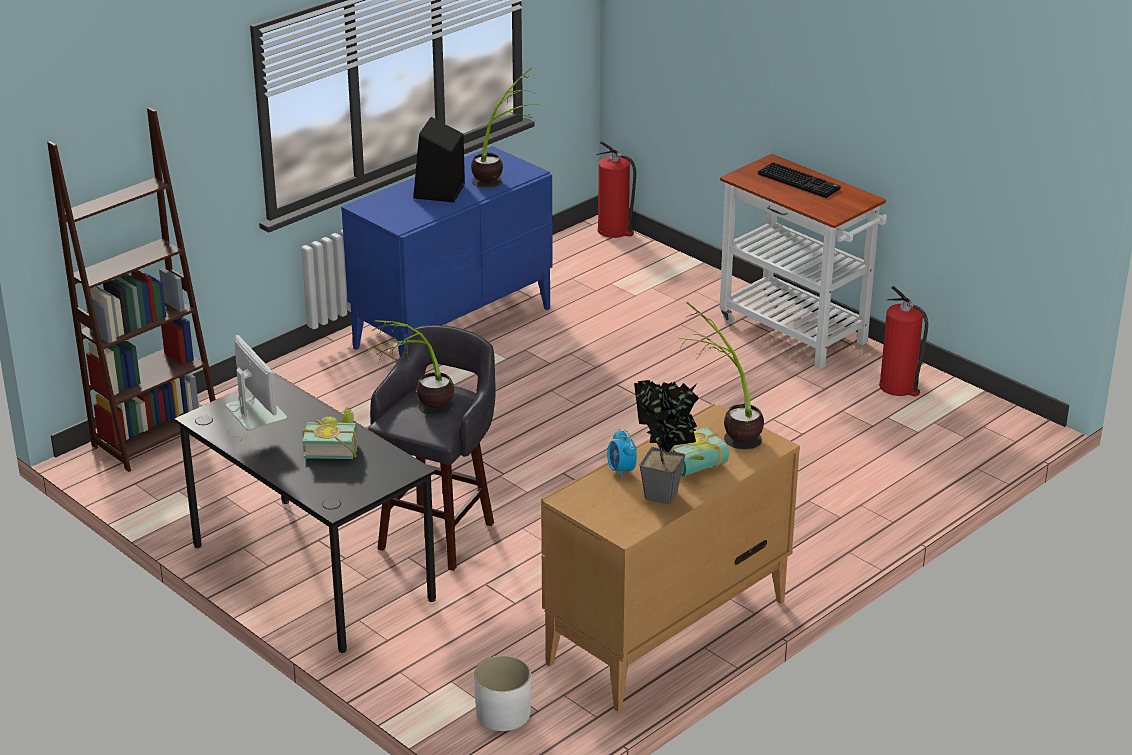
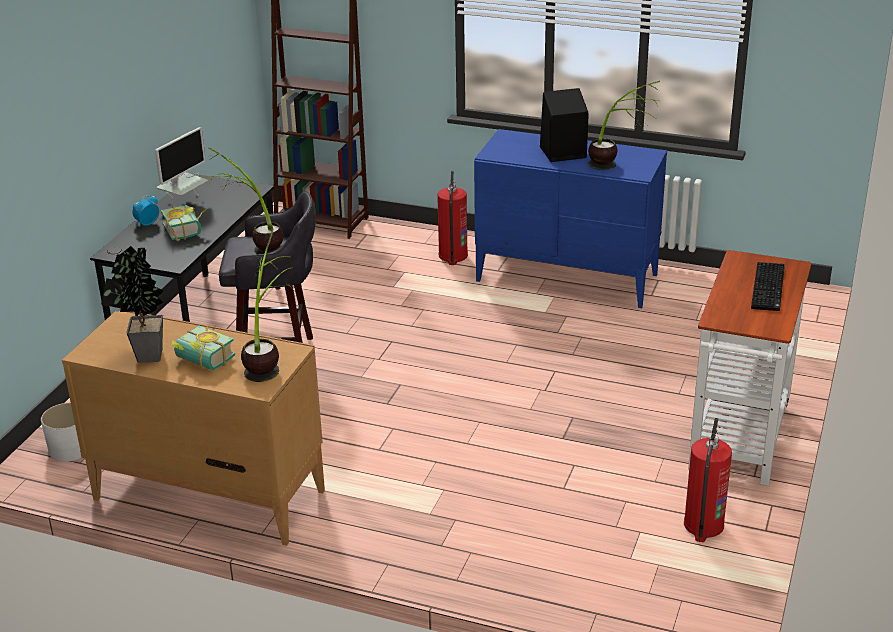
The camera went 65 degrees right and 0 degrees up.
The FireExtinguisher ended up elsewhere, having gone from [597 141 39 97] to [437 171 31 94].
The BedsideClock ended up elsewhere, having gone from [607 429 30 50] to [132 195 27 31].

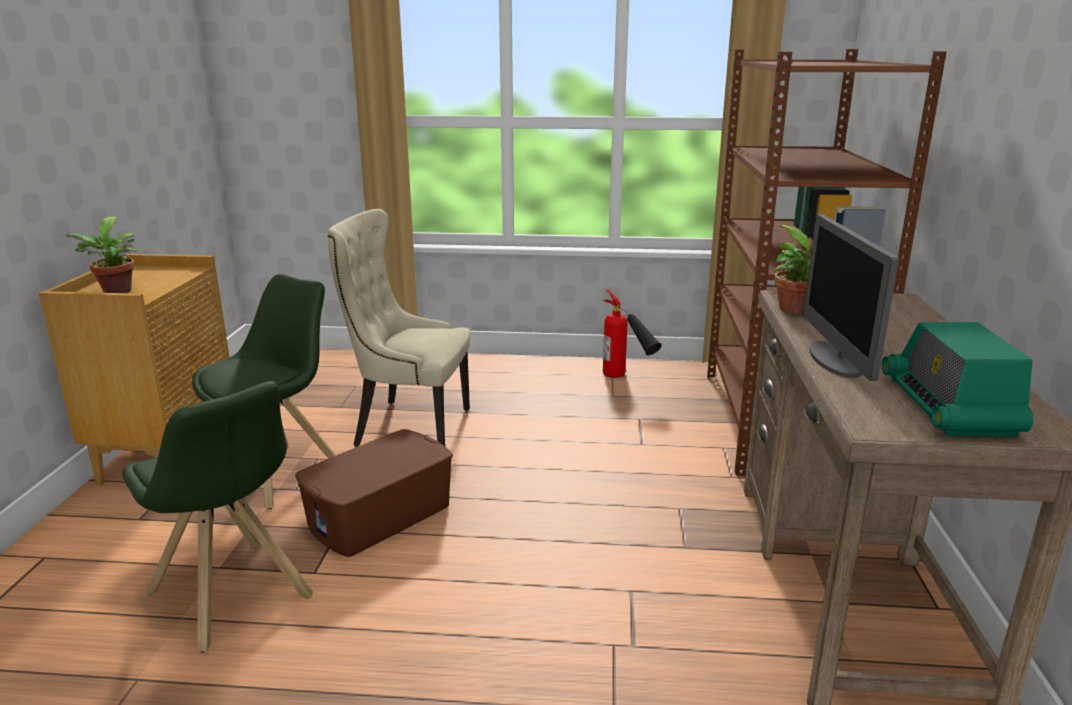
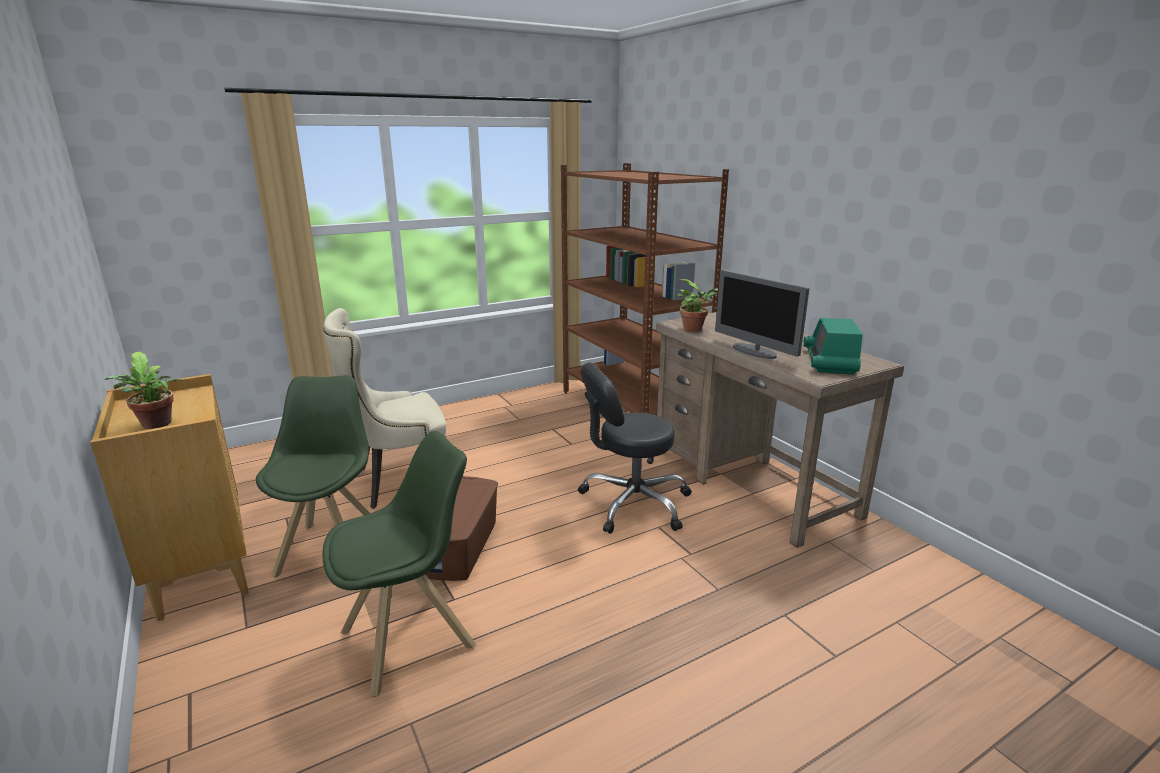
The camera went 35 degrees left and 0 degrees up.
The second view lost the FireExtinguisher at [603 289 59 89].
The second view gained the BlackishOfficeChair at [578 362 114 172].
The GreenishPlainChair at [122 381 191 271] ended up facing another way, 45 degrees counterclockwise from before.
The RadioReceiver at [882 322 151 115] ended up facing another way, 45 degrees clockwise from before.

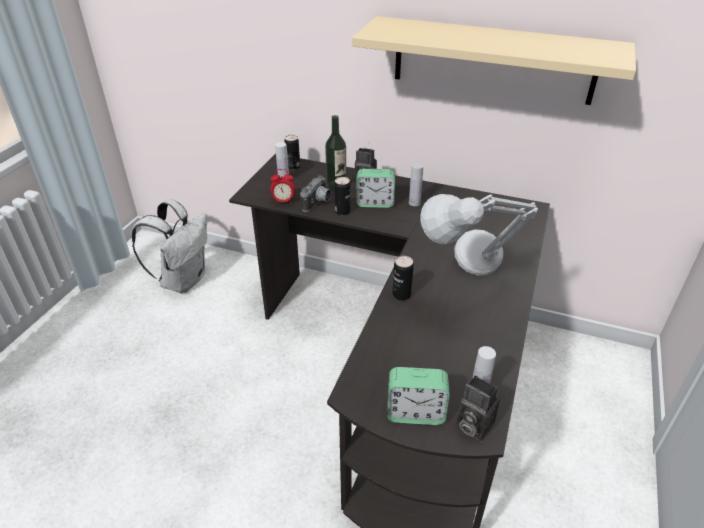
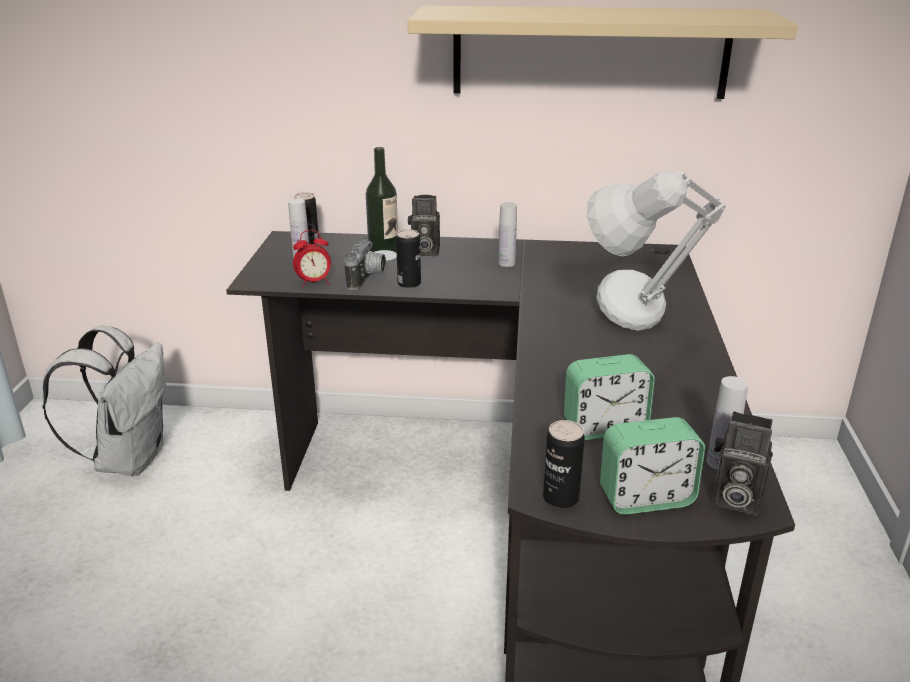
The camera went 15 degrees left and 10 degrees down.
The BedsideClock ended up elsewhere, having gone from [356 169 39 39] to [564 354 91 86].
The SealedCan ended up elsewhere, having gone from [392 256 22 45] to [543 420 42 88].

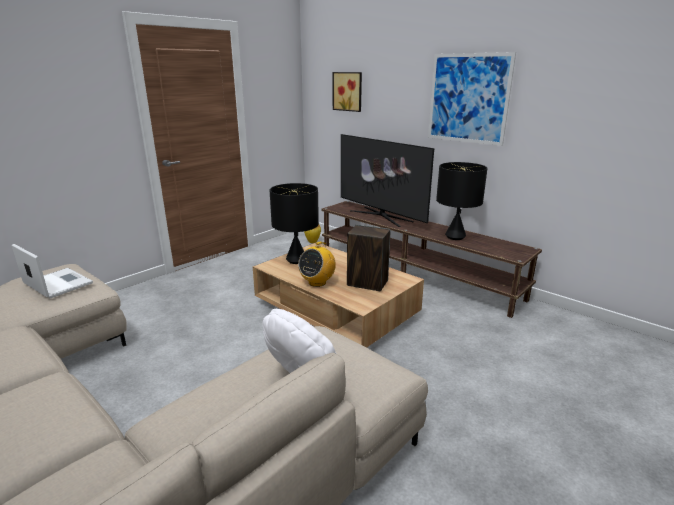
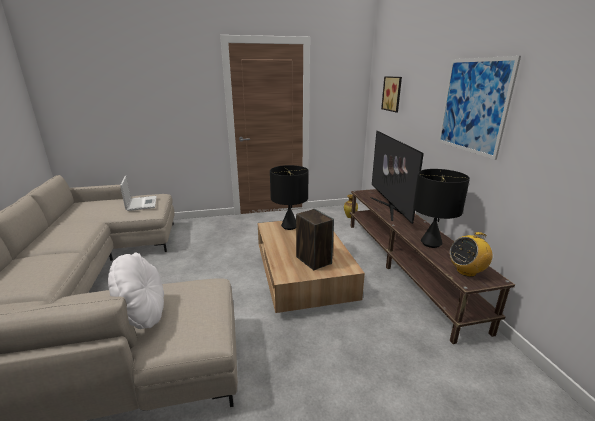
The camera went 35 degrees right and 0 degrees up.
The RadioReceiver ended up elsewhere, having gone from [298 242 38 45] to [450 232 42 45].

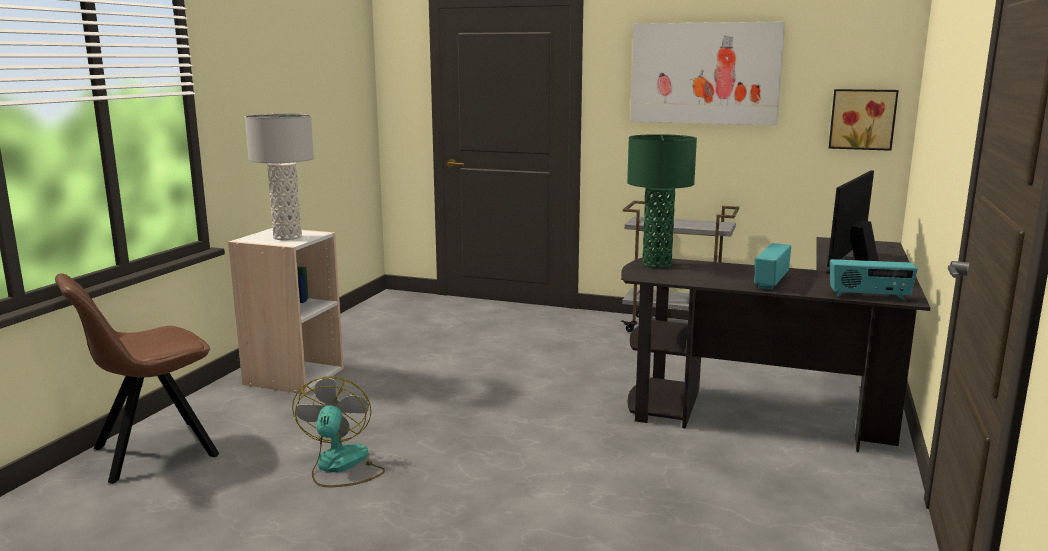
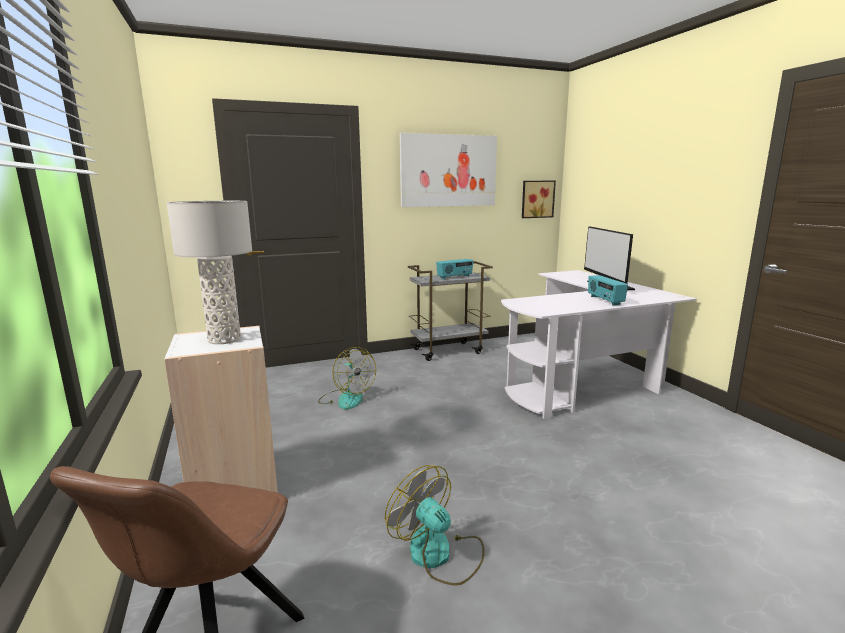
The camera went 40 degrees left and 0 degrees up.
The second view lost the GreenishLampForATable at [627 134 70 134].
The second view gained the Fan at [318 347 58 63].
The RadioReceiver ended up elsewhere, having gone from [830 259 88 41] to [436 259 37 20].
What was the BlackishDeskUnit at [621 237 309 215] turned into the WhitishDeskUnit at [501 270 196 149].

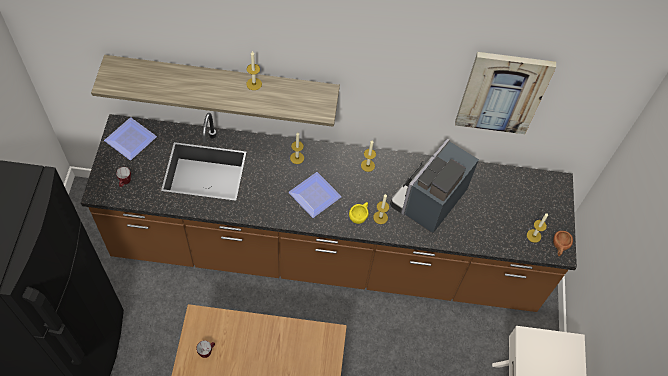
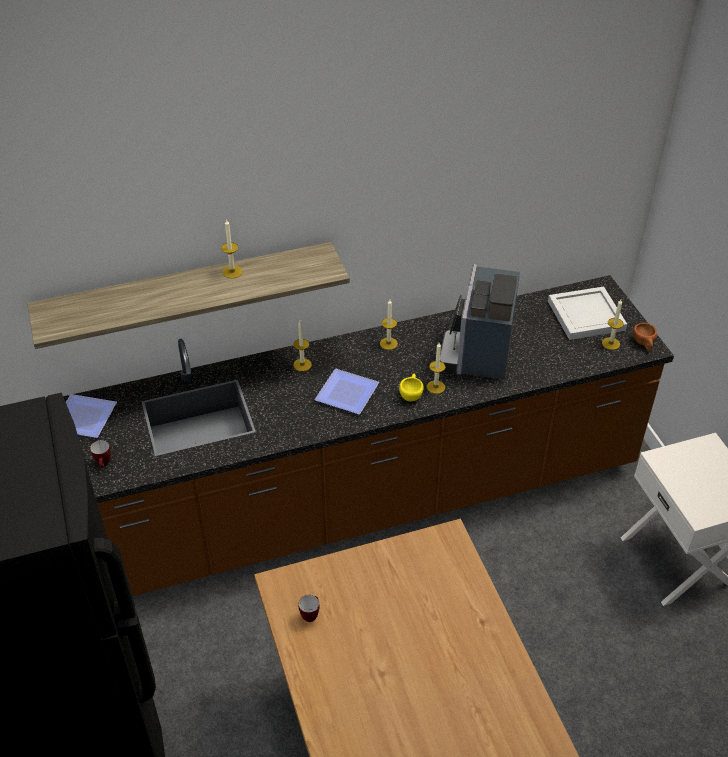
The camera went 20 degrees left and 15 degrees down.
The second view lost the Picture at [455 52 101 82].
The second view gained the WhitishTray at [548 286 79 54].

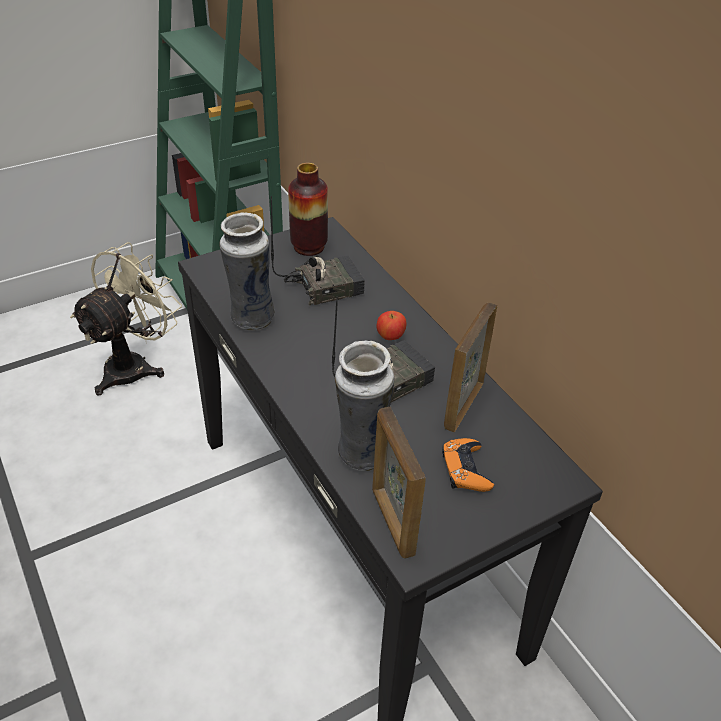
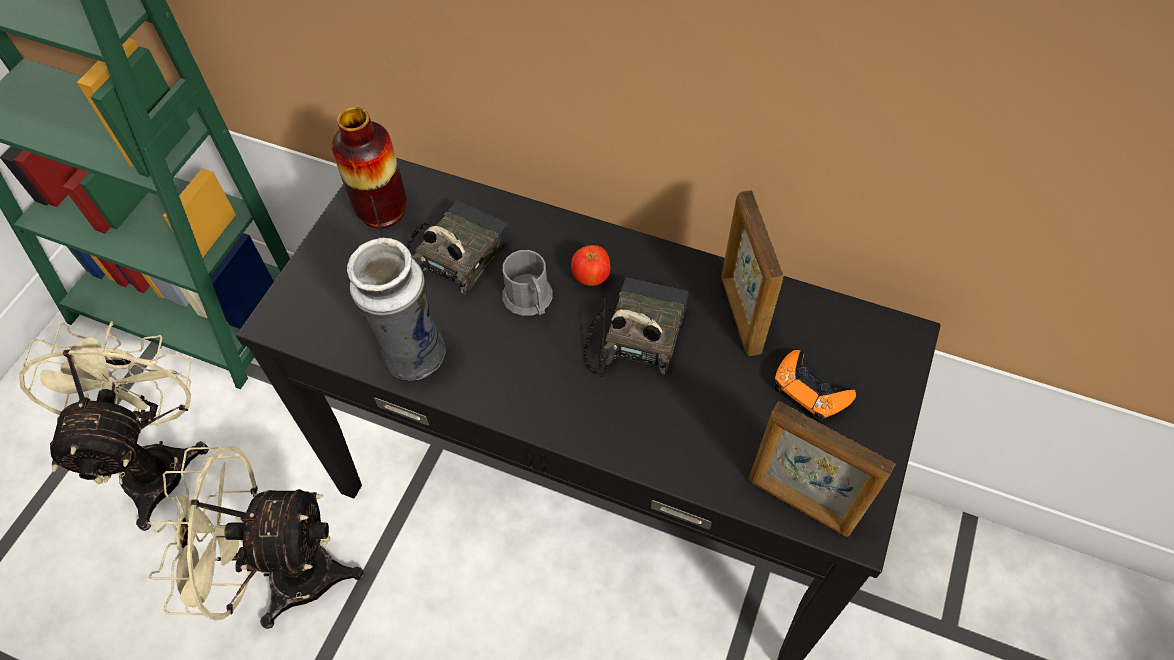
The camera went 35 degrees left and 15 degrees up.
The second view lost the Vase at [335 341 59 130].
The second view gained the BeigeColouredFan at [148 446 216 183].
The second view gained the GreyishTeaMug at [502 250 51 66].

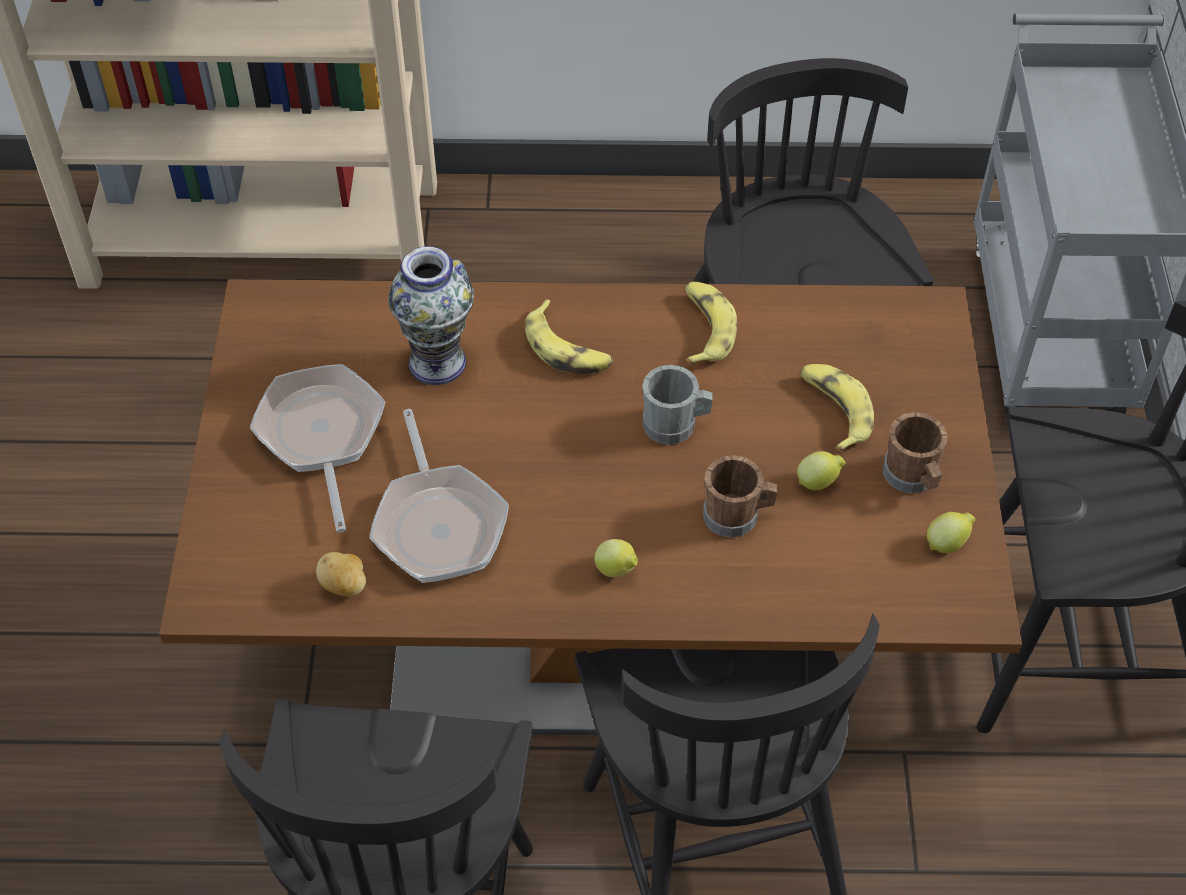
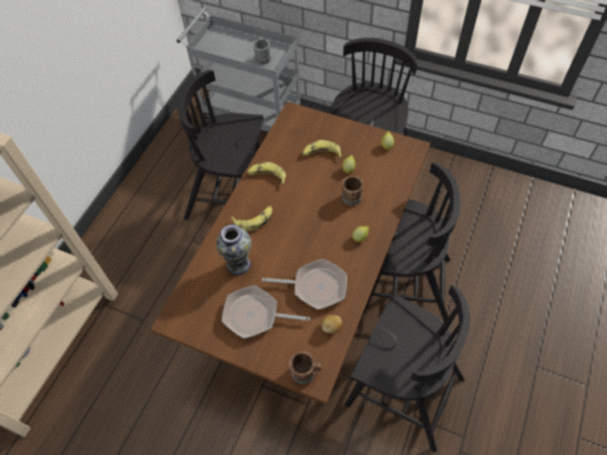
The camera went 65 degrees left and 5 degrees up.
The GreyishTeaMug ended up elsewhere, having gone from [642 365 71 80] to [253 39 18 25].
The BrownTeaMug ended up elsewhere, having gone from [883 412 65 81] to [289 351 33 33].

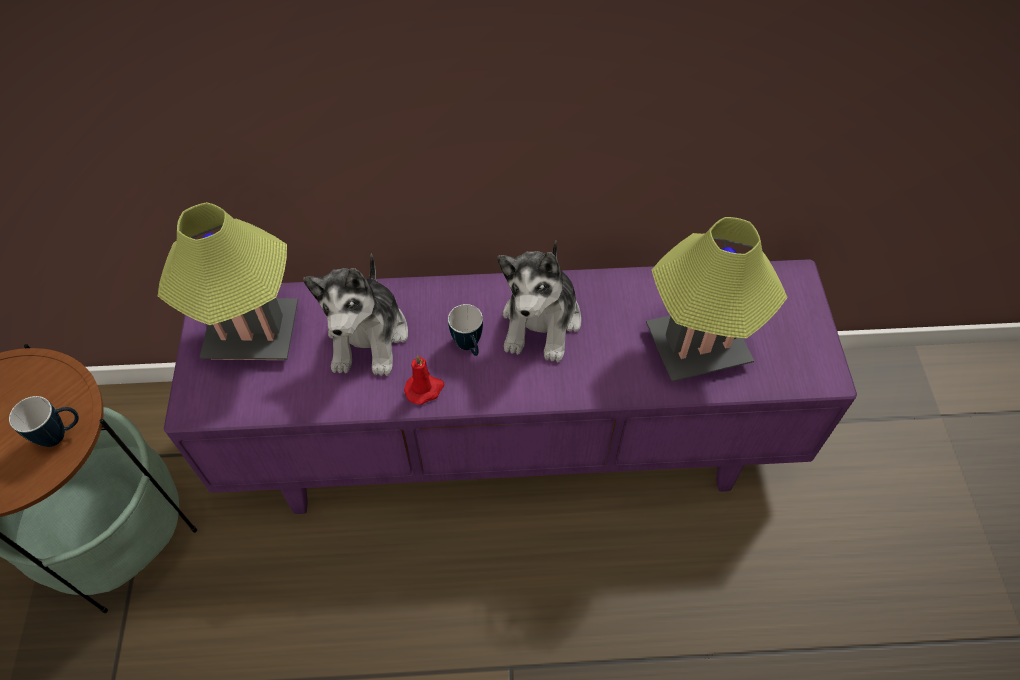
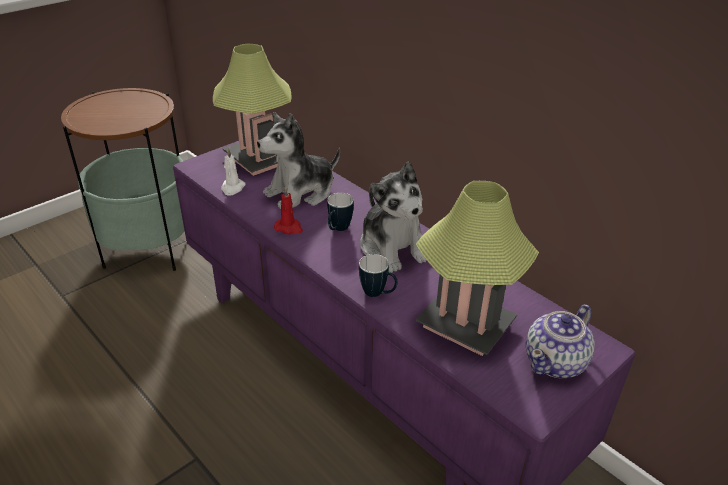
The camera went 50 degrees right and 20 degrees down.
The second view gained the WhitishCandle at [221 148 25 48].
The second view gained the Teapot at [526 305 69 73].
The TeaMug ended up elsewhere, having gone from [9 396 70 51] to [359 254 39 43].
The SoftToy at [497 240 84 123] ended up facing another way, 90 degrees counterclockwise from before.

